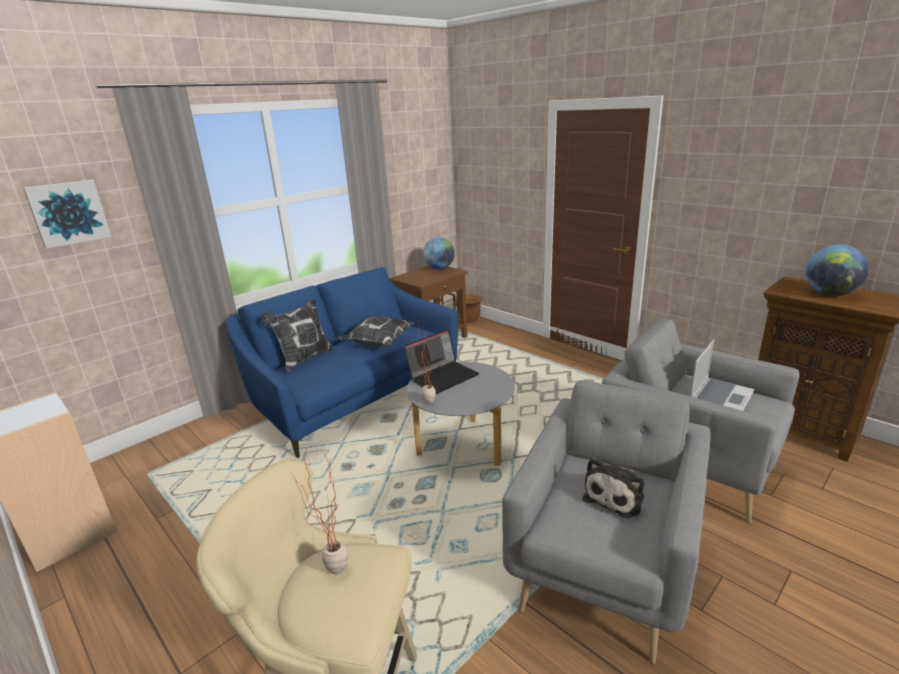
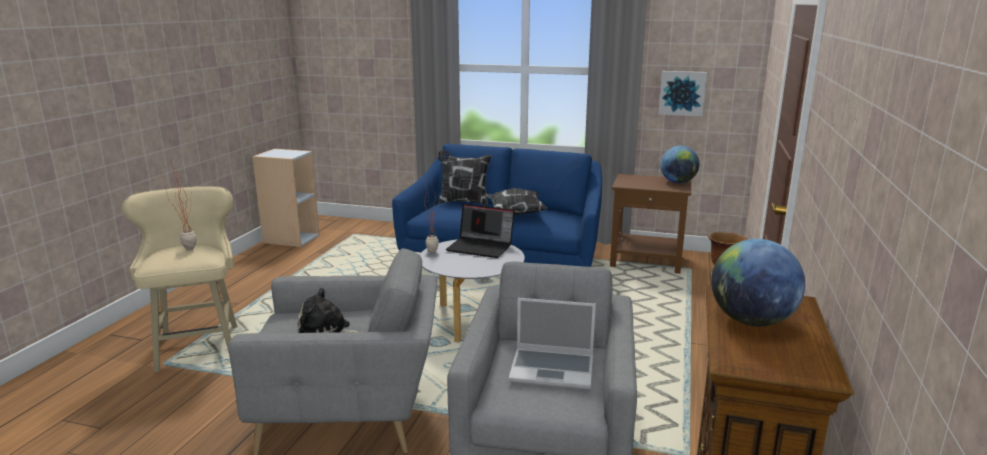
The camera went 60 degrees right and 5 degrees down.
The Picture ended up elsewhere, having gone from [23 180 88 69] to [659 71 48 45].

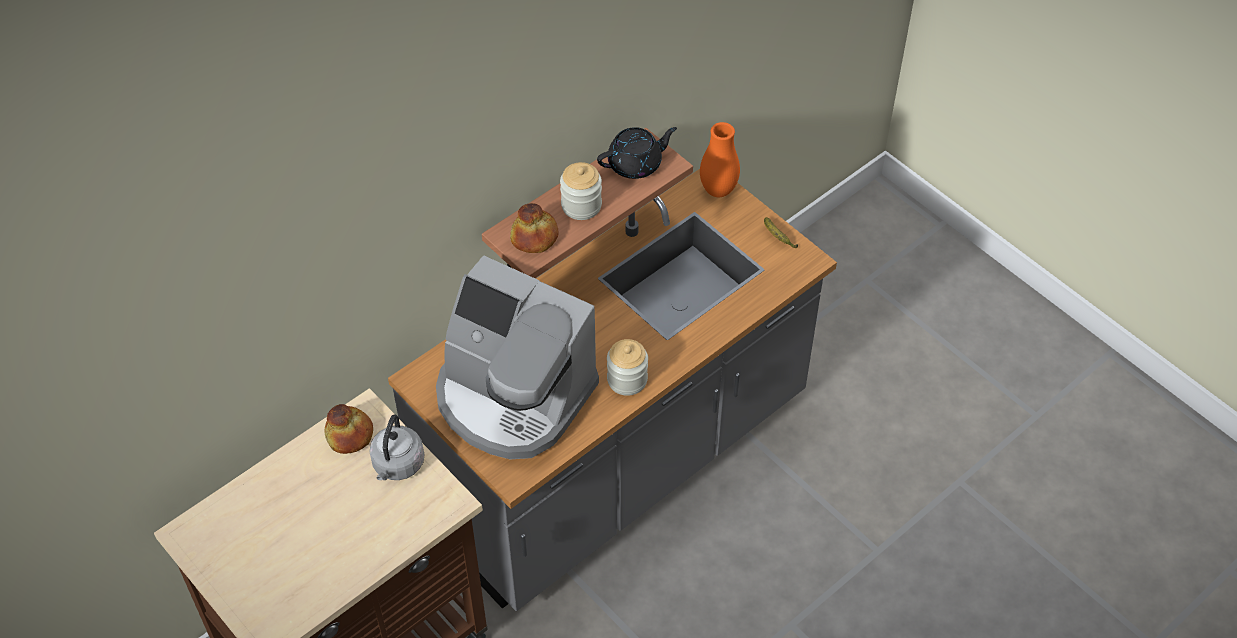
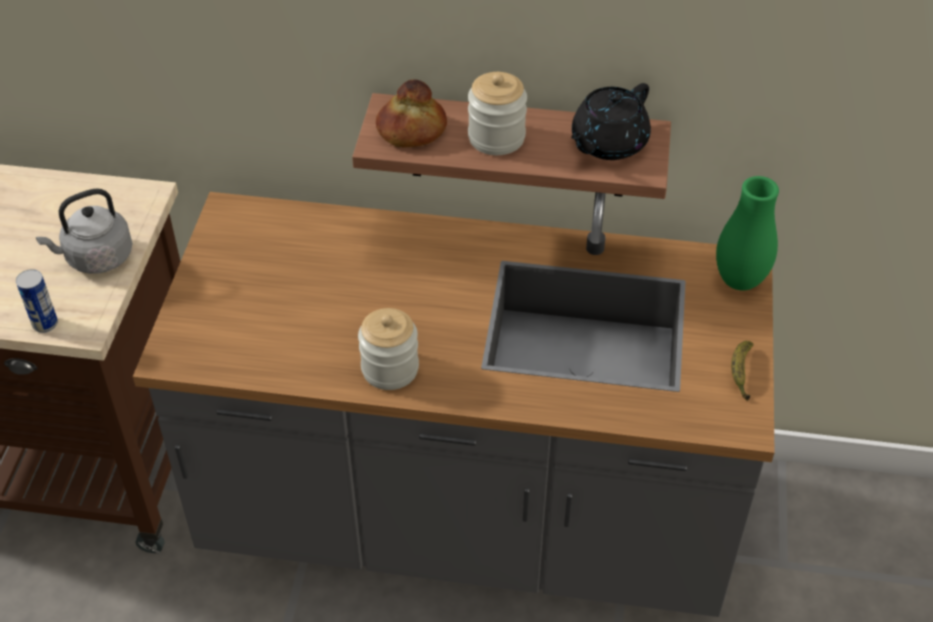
The camera went 50 degrees right and 5 degrees down.
The second view lost the BakeryBread at [324 404 49 50].
The second view lost the CoffeeMaker at [436 255 163 204].
The second view gained the SealedCan at [16 269 42 64].
What was the OrangeVase at [700 122 40 75] turned into the GreenishVase at [716 176 63 115].
The BlackishTeapot at [597 127 80 52] ended up facing another way, 105 degrees clockwise from before.

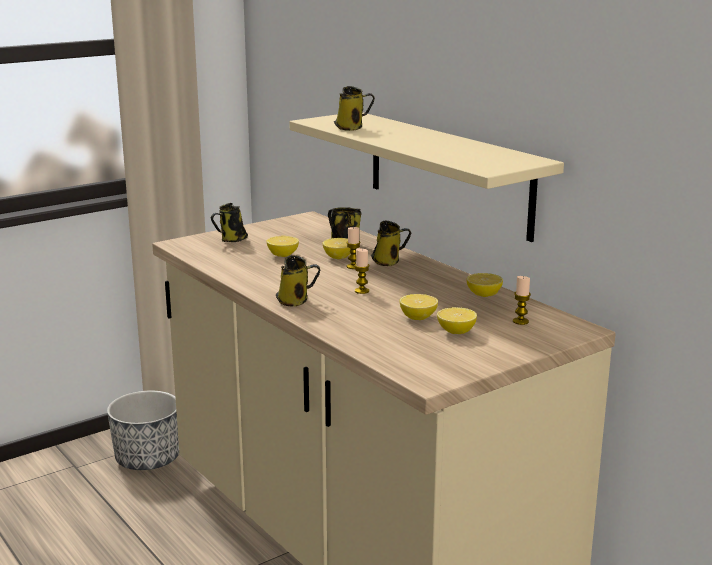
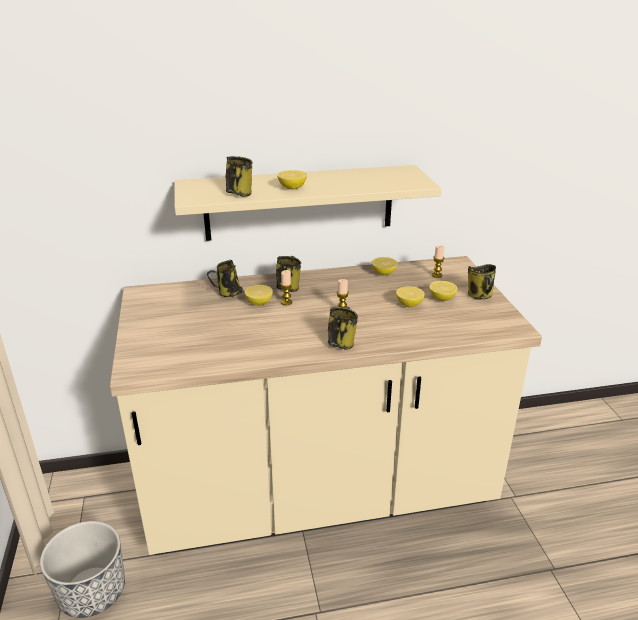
The camera went 65 degrees left and 10 degrees up.
The TeaMug ended up elsewhere, having gone from [210 203 38 39] to [468 264 28 36].
The WholeLemon ended up elsewhere, having gone from [267 236 32 21] to [277 170 30 20].

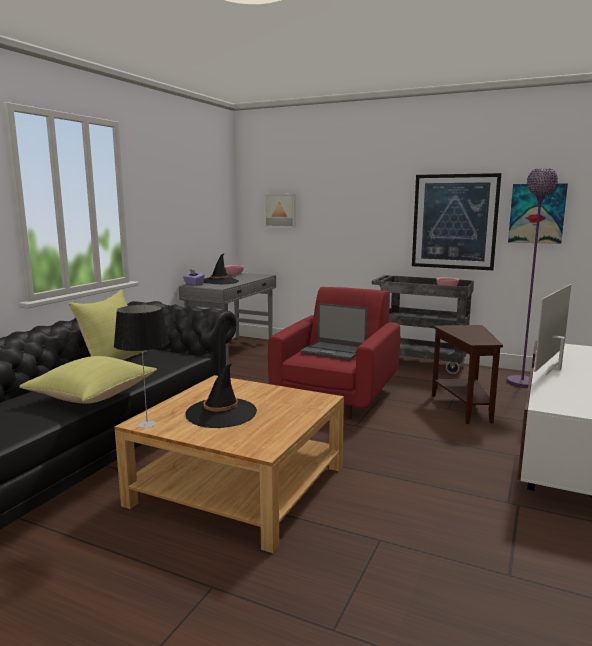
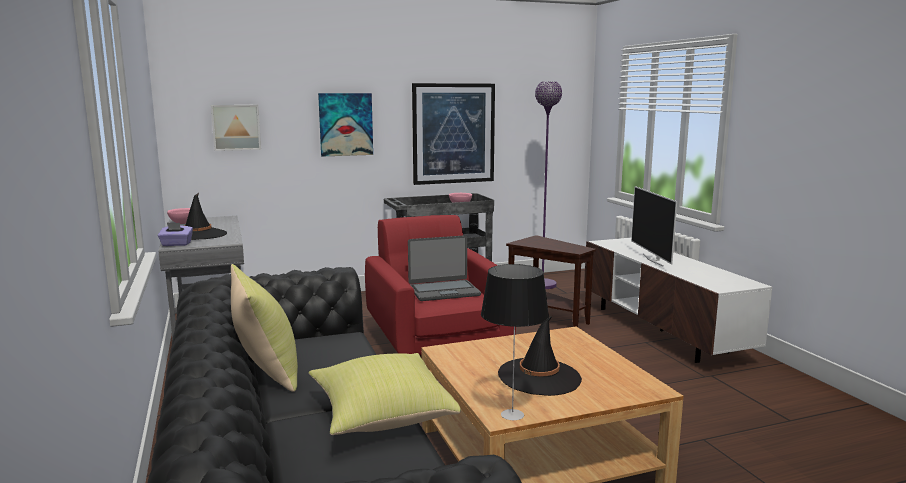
The camera went 45 degrees left and 0 degrees up.
The Picture ended up elsewhere, having gone from [508 183 60 61] to [318 93 55 64].

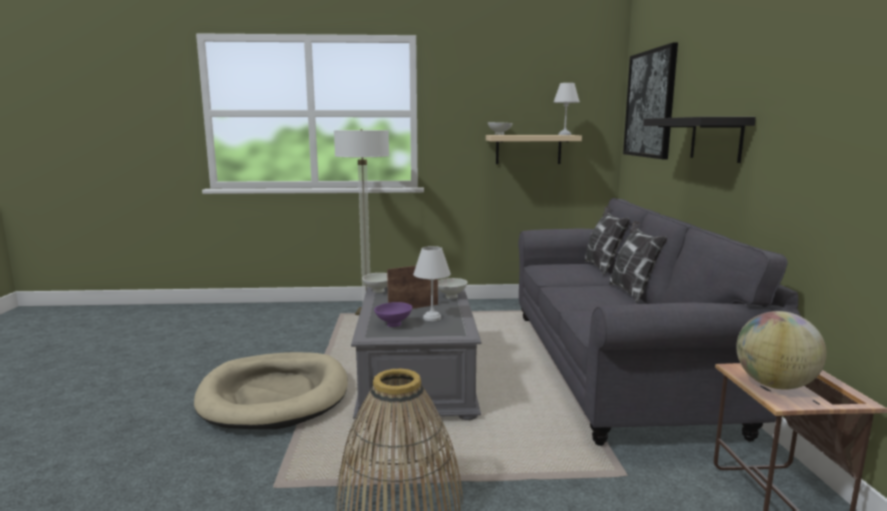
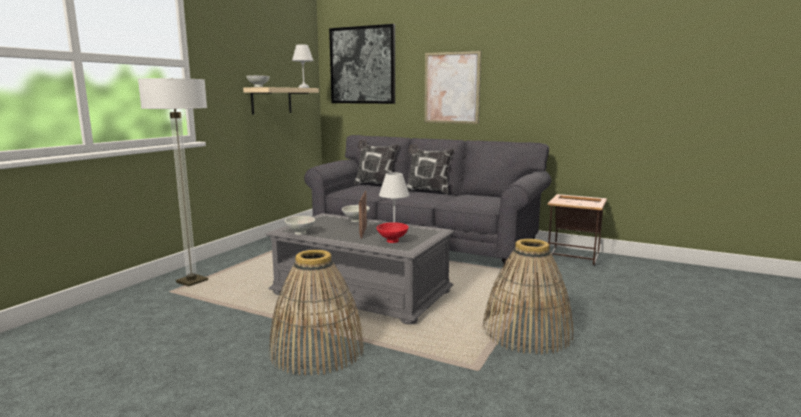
The camera went 60 degrees left and 0 degrees up.
The second view lost the WorldGlobe at [736 311 91 79].
Where the BeigeColouredPetBed stood at [194 352 154 77], the StorageBasket came to stand at [269 250 95 126].
Where the BlackishBracketShelf hung at [643 117 113 46], the Picture came to hang at [424 51 57 73].
What was the PurplishBowl at [374 302 38 25] turned into the ReddishBowl at [376 222 33 21].

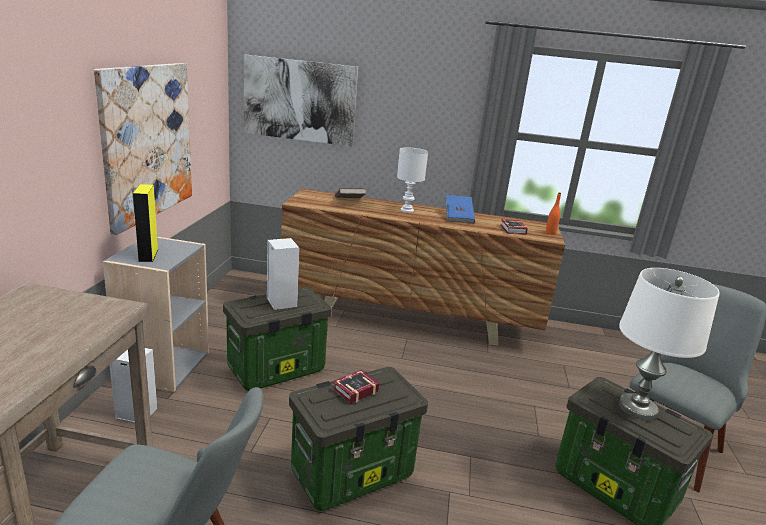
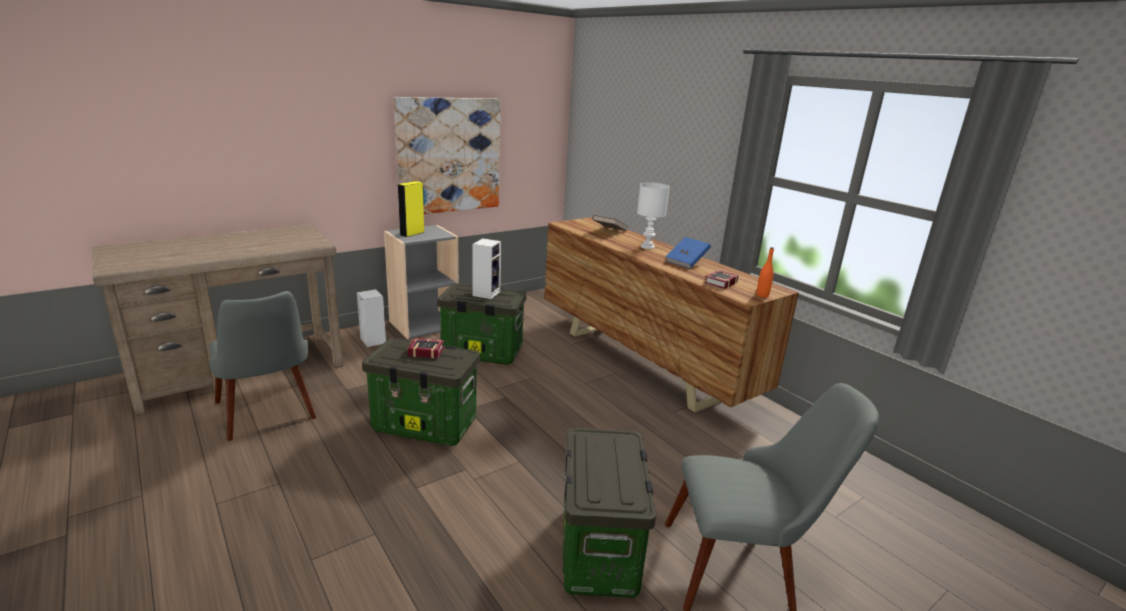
The camera went 45 degrees right and 0 degrees up.
The second view lost the Picture at [244 54 114 92].
The second view lost the WhitishLampForATable at [619 268 101 152].

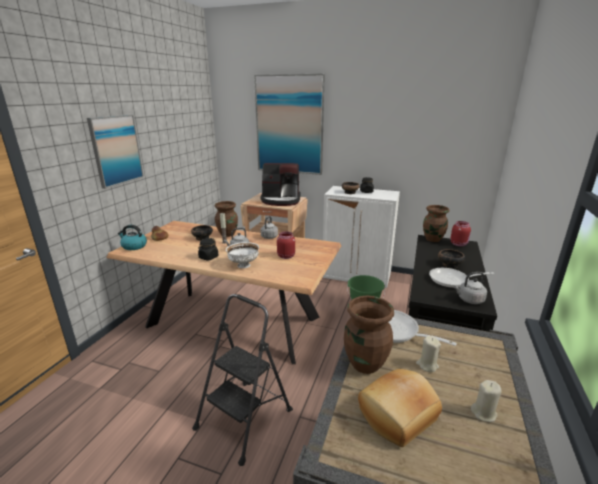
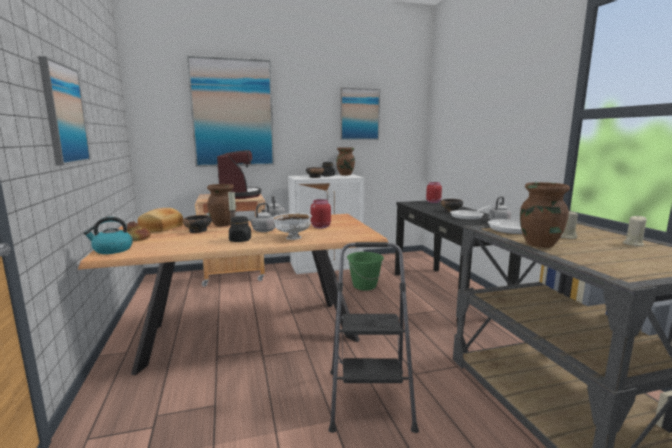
The camera went 35 degrees left and 10 degrees down.
The second view gained the Picture at [340 88 40 52].
The BakeryBread ended up elsewhere, having gone from [358 369 84 78] to [138 208 45 25].
The BrownVase ended up elsewhere, having gone from [423 205 27 37] to [336 147 19 28].
The CoffeeMaker at [261 163 40 43] ended up facing another way, 75 degrees counterclockwise from before.

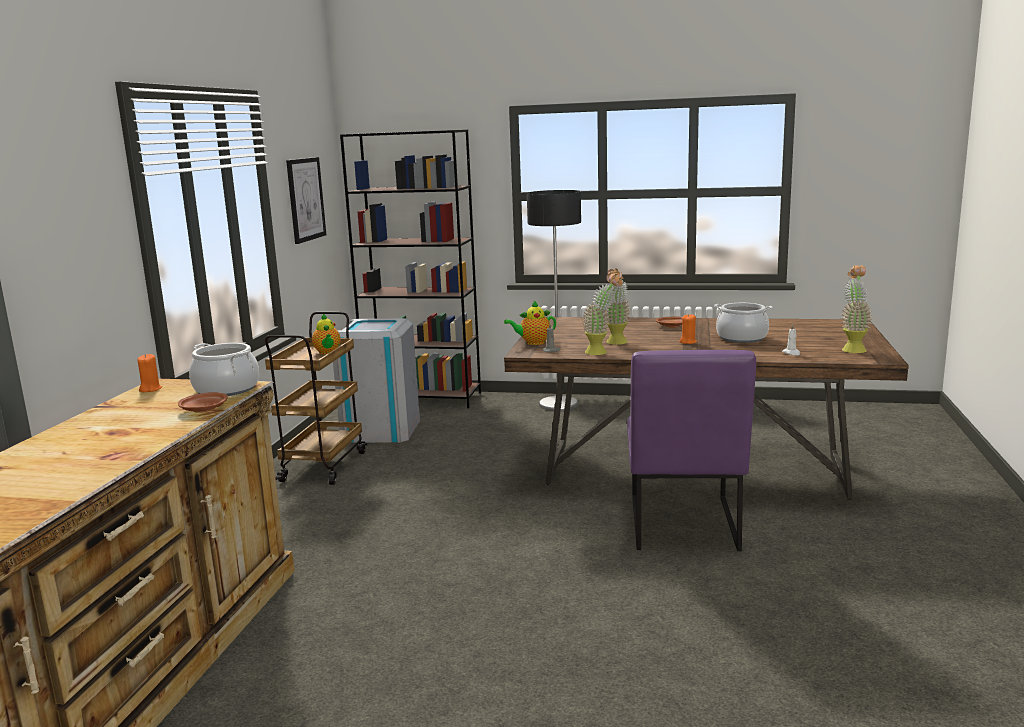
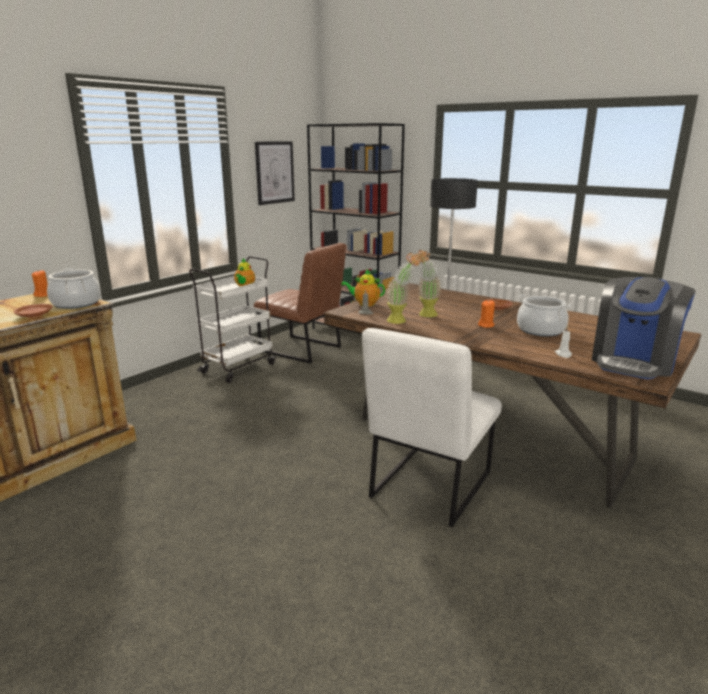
The camera went 25 degrees right and 5 degrees up.
Where the GreyishRubbishBin stood at [333 318 87 125], the BrownPlainChair came to stand at [254 243 92 121].
Where the PlantInAPot stood at [840 265 33 88], the CoffeeMaker came to stand at [592 277 104 102].
What was the BrownWheeledCart at [265 312 102 173] turned into the WhitishWheeledCart at [189 256 88 127].
What was the PurplishPlainChair at [627 350 129 201] turned into the WhitishPlainChair at [362 328 140 199].

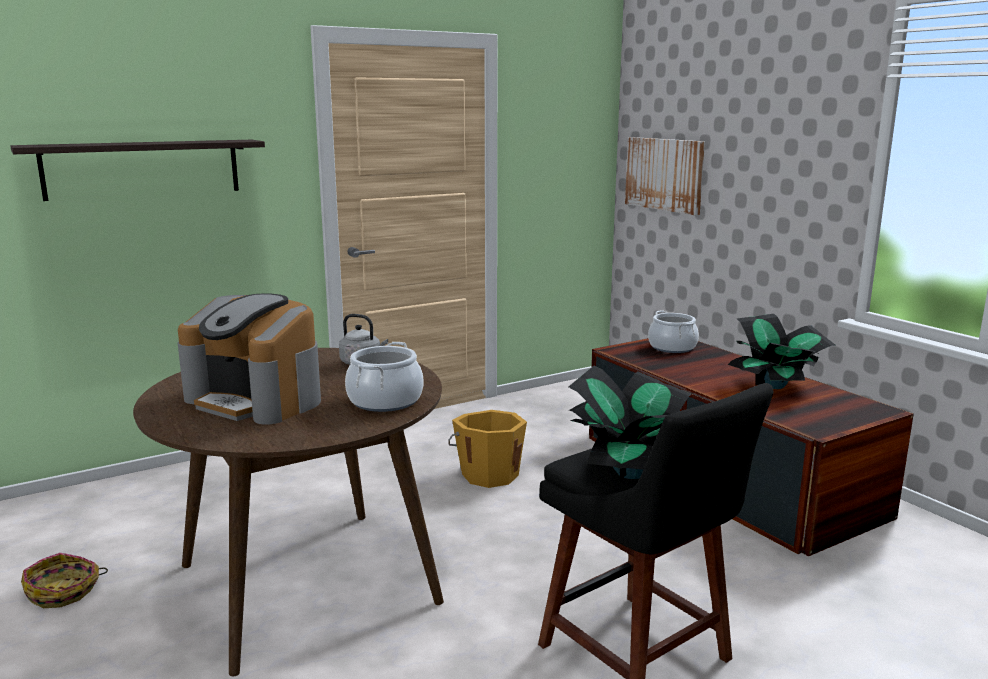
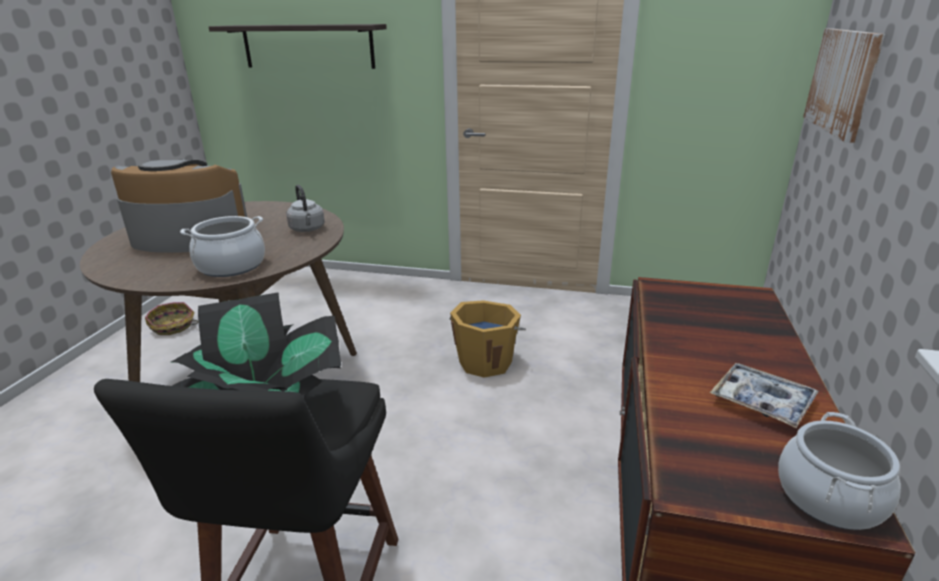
The camera went 45 degrees right and 10 degrees up.
The Stockpot ended up elsewhere, having gone from [648 311 51 42] to [778 412 123 118].
Where the PlantInAPot stood at [728 314 108 75], the Tray came to stand at [709 363 109 65].
The CoffeeMaker at [178 293 143 132] ended up facing another way, 105 degrees clockwise from before.

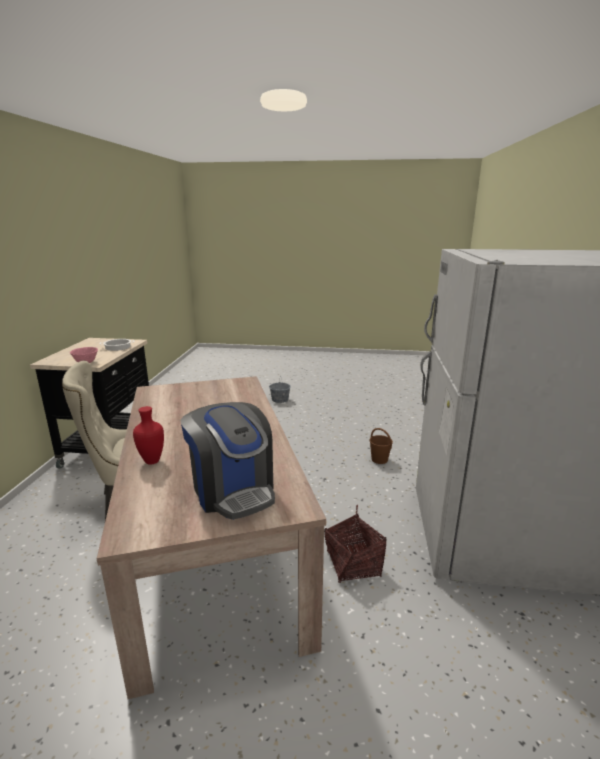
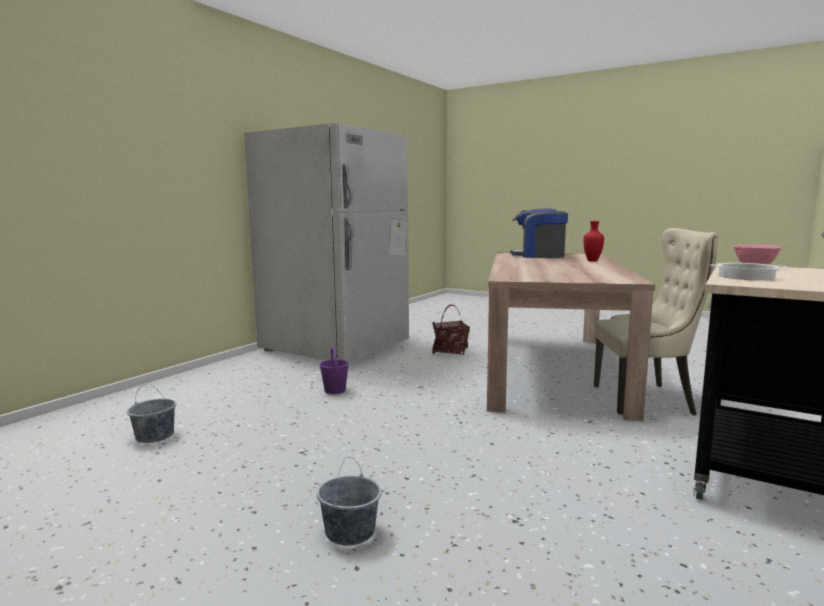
The camera went 155 degrees left and 10 degrees down.
The second view gained the GreyishBucket at [127 384 49 59].
What was the BrownBucket at [370 428 23 36] turned into the PurplishBucket at [319 347 30 47].
The CoffeeMaker at [181 402 94 118] ended up facing another way, 60 degrees counterclockwise from before.

